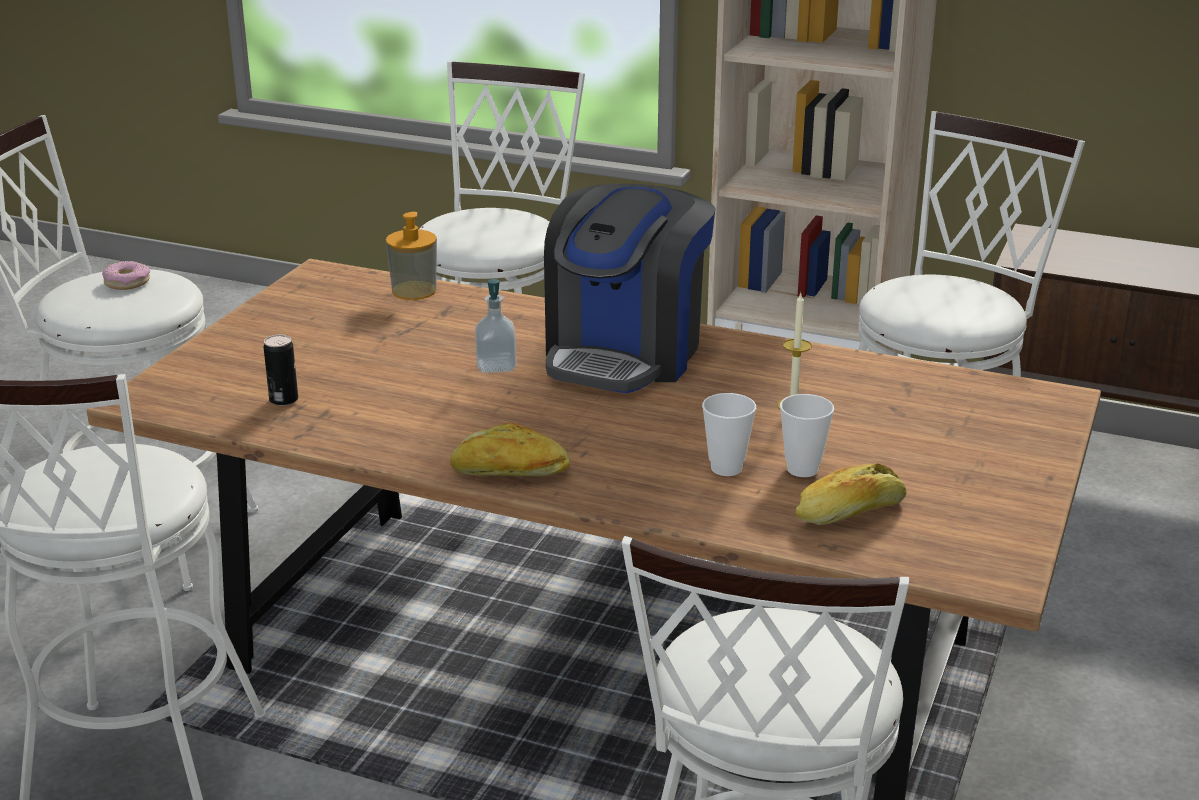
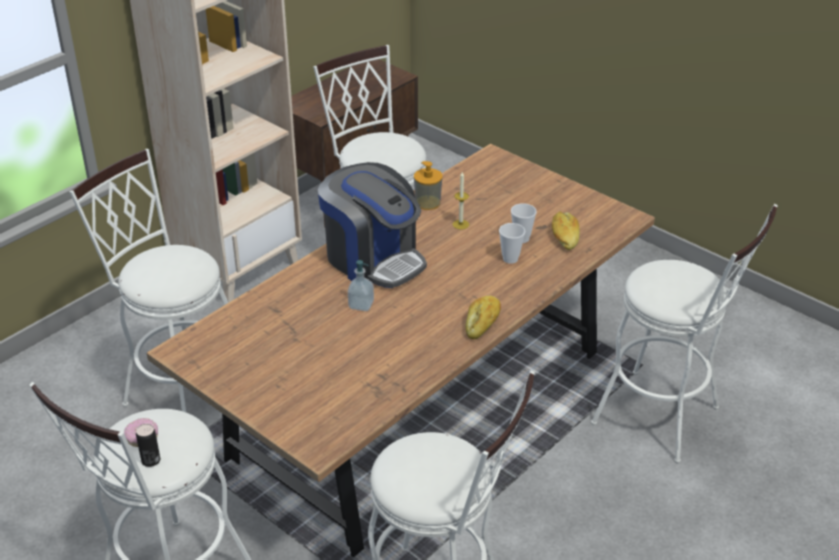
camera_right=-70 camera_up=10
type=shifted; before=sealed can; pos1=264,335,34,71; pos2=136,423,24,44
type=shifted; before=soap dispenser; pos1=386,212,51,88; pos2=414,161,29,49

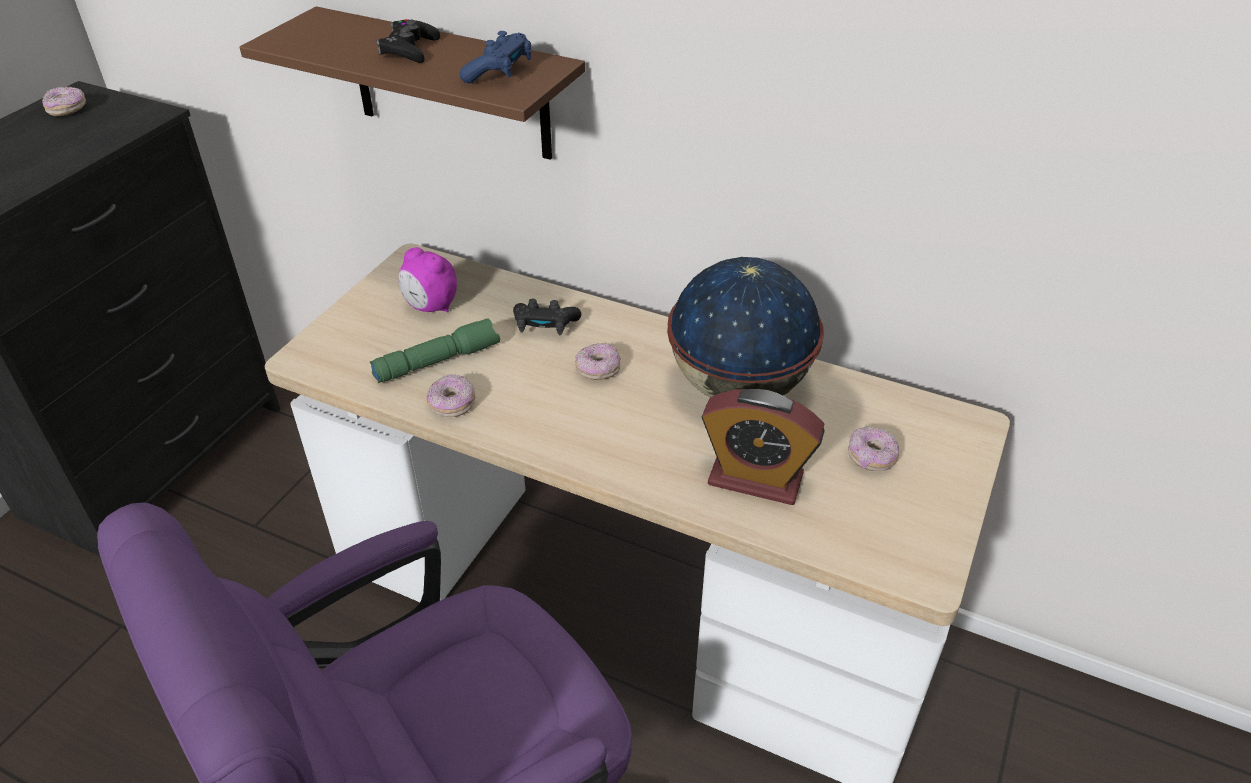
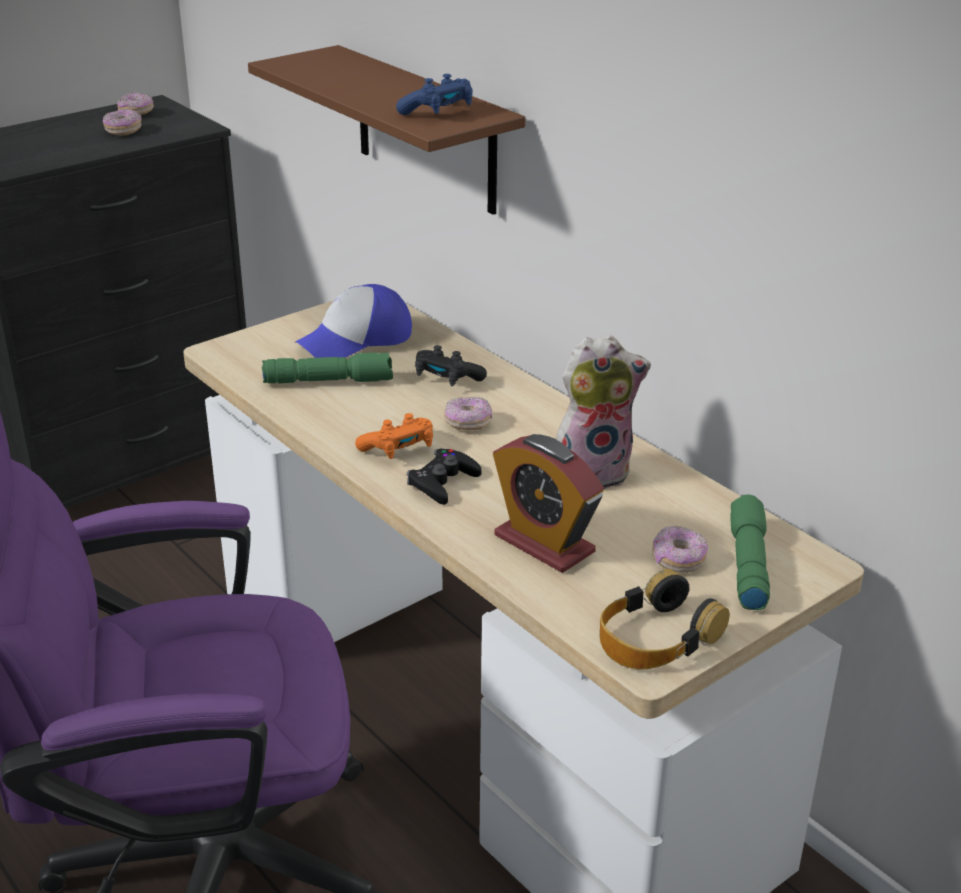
camera_right=25 camera_up=-10
type=shifted; before=doughnut; pos1=427,374,48,43; pos2=103,109,38,27
type=swapped; before=alarm clock; after=cap; pos1=399,247,58,66; pos2=295,284,117,74
type=new; after=orange-coloured game controller; pos2=355,413,78,46
type=shifted; before=black game controller; pos1=376,19,64,44; pos2=407,448,75,57
type=swapped; before=desk globe; after=plush toy; pos1=667,257,157,140; pos2=556,336,95,153
type=new; after=pair of headphones; pos2=600,569,130,101
type=new; after=green-coloured flashlight; pos2=730,495,40,115

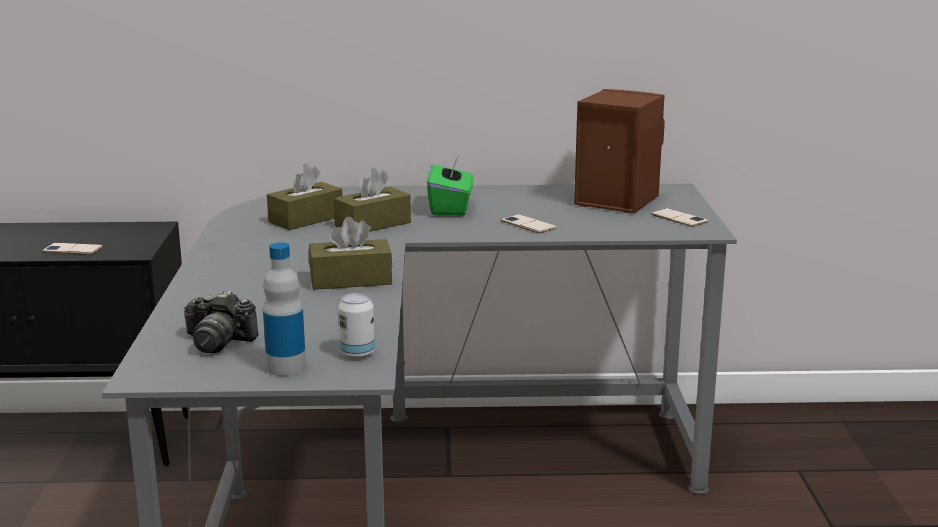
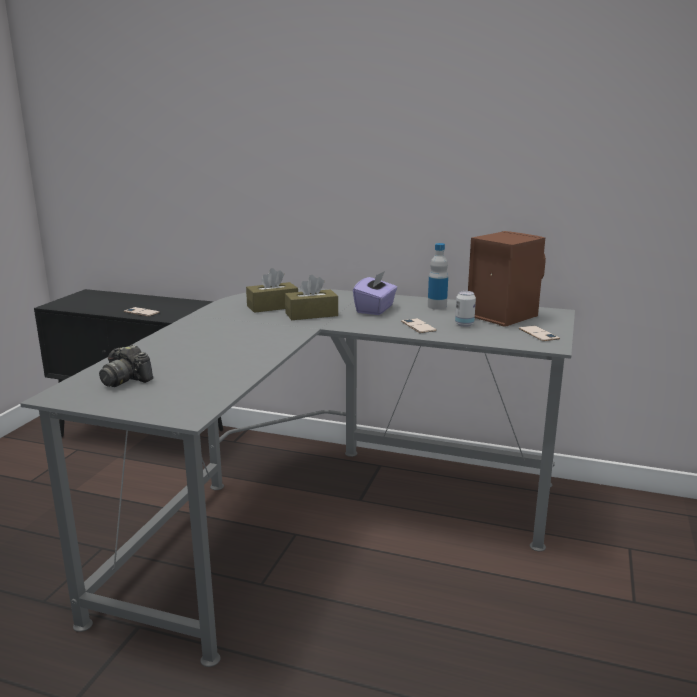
camera_right=20 camera_up=0
type=repainted; before=green-coloured tissue holder; after=purple tissue holder; pos1=427,155,46,61; pos2=353,271,44,44
type=shifted; before=bottle; pos1=263,242,43,134; pos2=428,243,20,67
type=shifted; before=sealed can; pos1=338,293,37,66; pos2=455,291,21,36
type=gone; before=brownish tissue holder; pos1=309,217,83,73

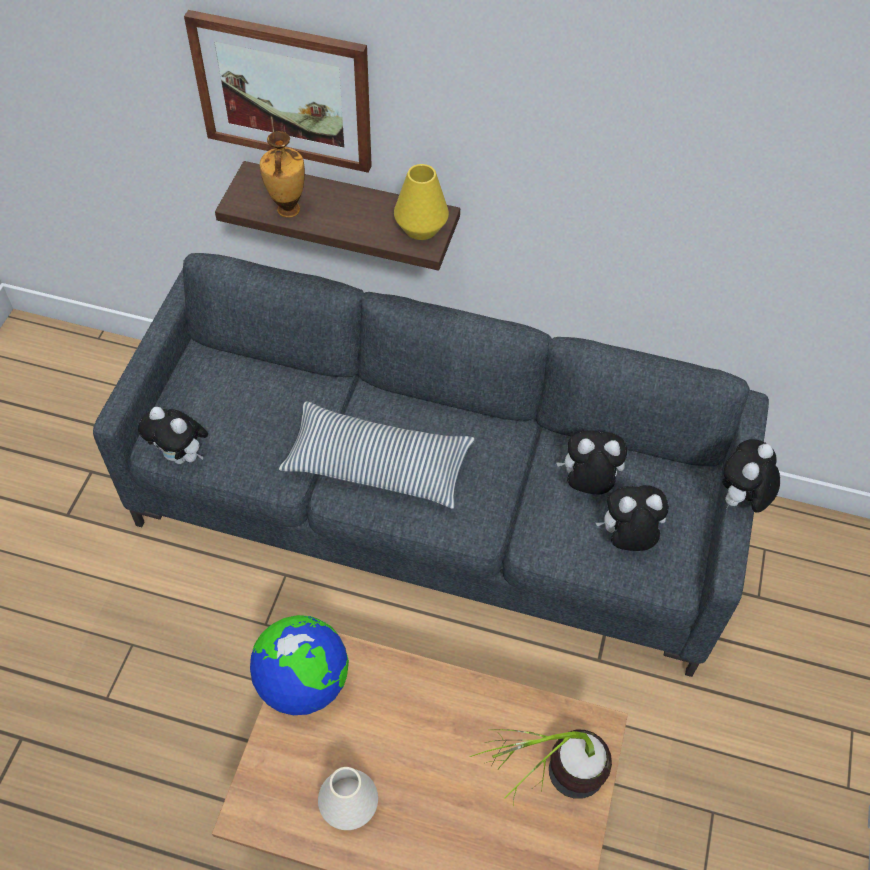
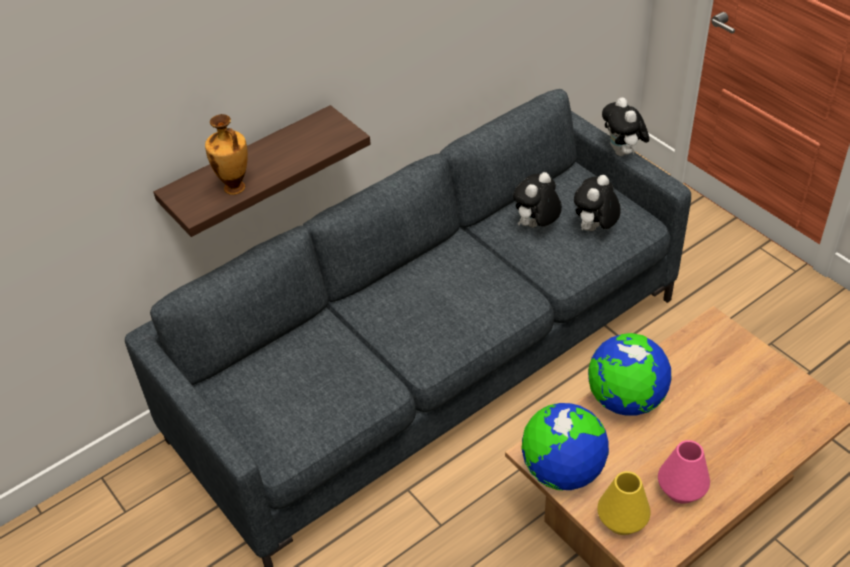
camera_right=-50 camera_up=-10
type=new; after=desk globe; pos2=588,333,84,83
type=shifted; before=yellow-coloured vase; pos1=394,164,55,76; pos2=597,471,54,64
type=repainted; before=whitish vase; after=pinkish vase; pos1=318,767,60,63; pos2=658,440,52,64
type=gone; before=plush toy; pos1=138,407,70,57
type=gone; before=wall art; pos1=184,10,188,163
type=gone; before=cushion; pos1=278,402,196,107
type=gone; before=houseplant; pos1=469,729,143,77

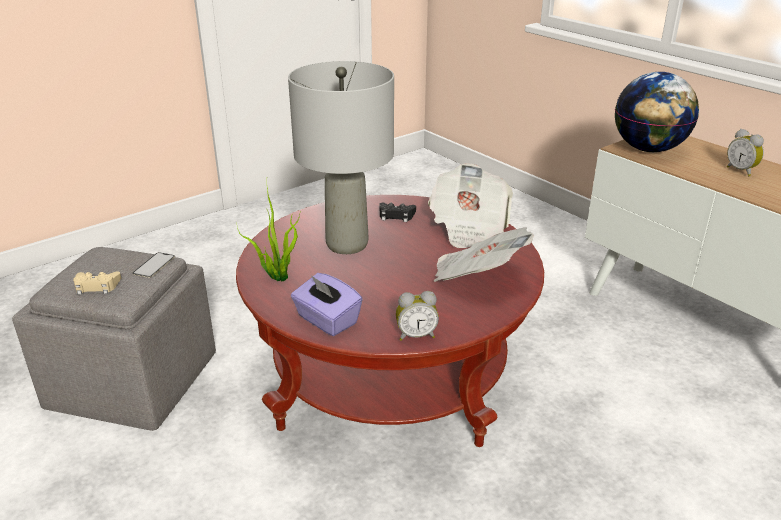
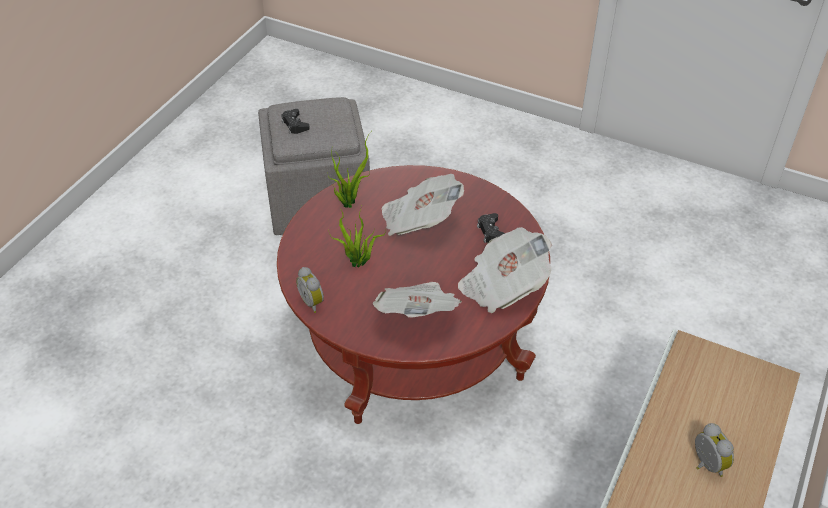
camera_right=65 camera_up=15
type=repainted; before=beige game controller; after=black game controller; pos1=73,271,48,24; pos2=281,109,29,25
type=new; after=houseplant; pos2=328,206,58,61
type=swapped; before=grey table lamp; after=daily paper; pos1=288,61,106,193; pos2=381,174,83,62
type=rotated; before=alarm clock; pos1=727,129,37,47; pos2=695,423,39,54; turn=120
type=gone; before=phone; pos1=133,252,42,26
type=gone; before=purple tissue holder; pos1=291,273,72,63
type=gone; before=desk globe; pos1=615,72,84,80

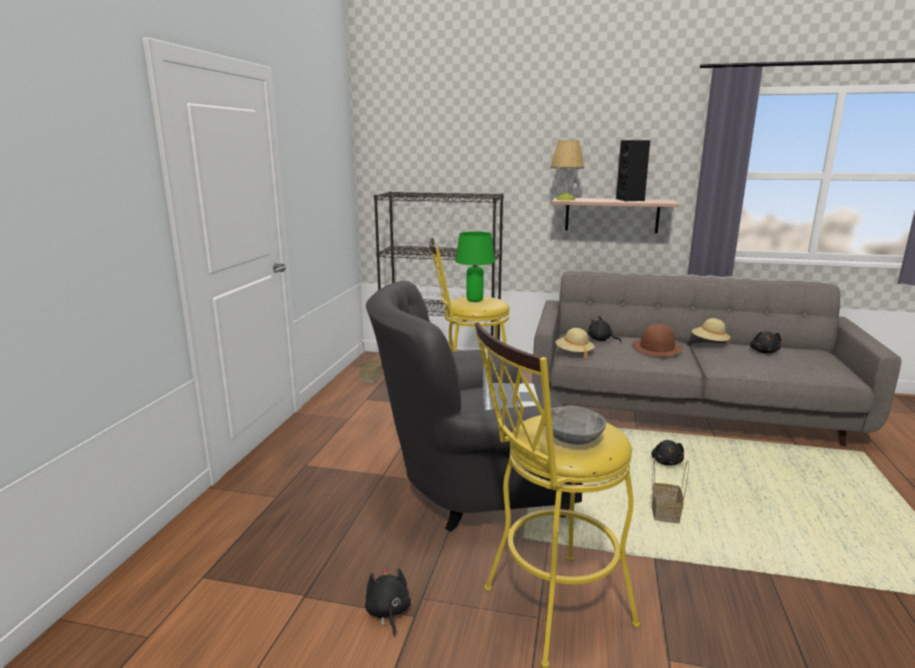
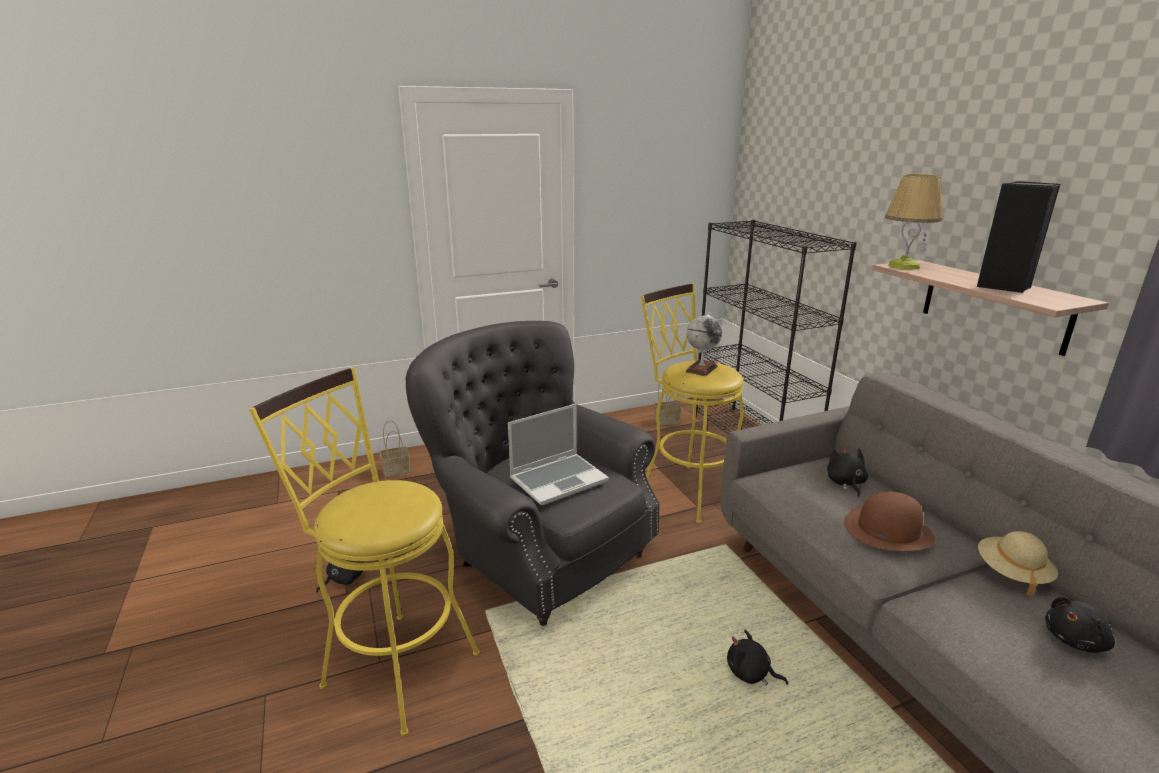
camera_right=55 camera_up=5
type=shifted; before=household basket; pos1=652,457,37,66; pos2=380,420,30,57
type=swapped; before=green-coloured table lamp; after=desk globe; pos1=455,231,40,71; pos2=686,312,36,64
type=rotated; before=black plush toy; pos1=651,440,33,26; pos2=727,630,61,55; turn=60
type=gone; before=grey serving bowl; pos1=551,406,55,39
type=gone; before=beige wearable hat; pos1=556,328,38,31

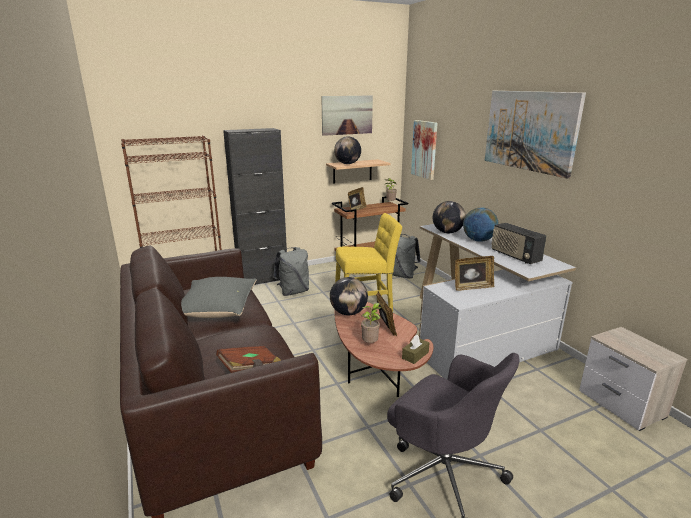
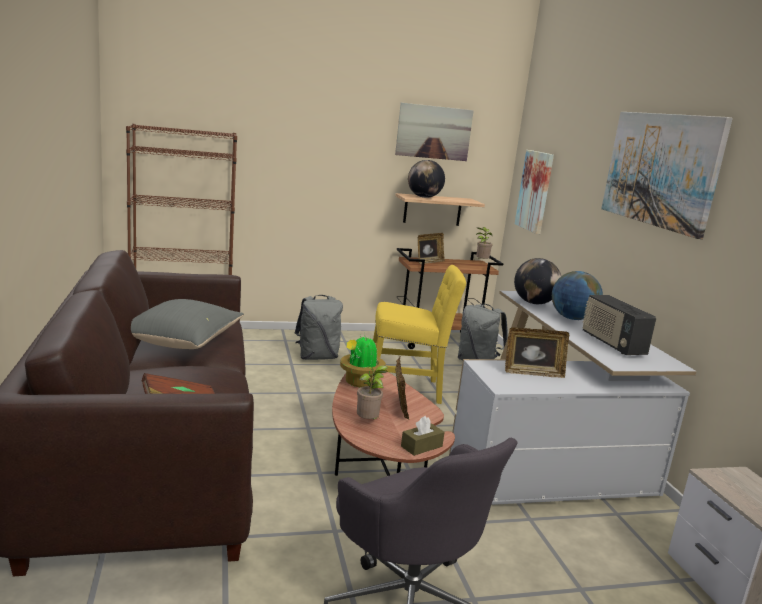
camera_right=10 camera_up=-5
type=swapped; before=desk globe; after=houseplant; pos1=330,277,38,38; pos2=340,333,46,54
type=gone; before=black storage cabinet; pos1=223,128,64,157

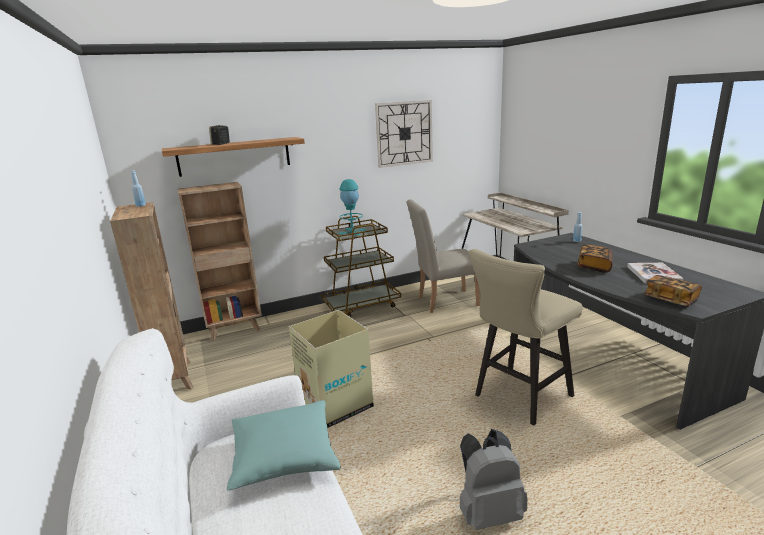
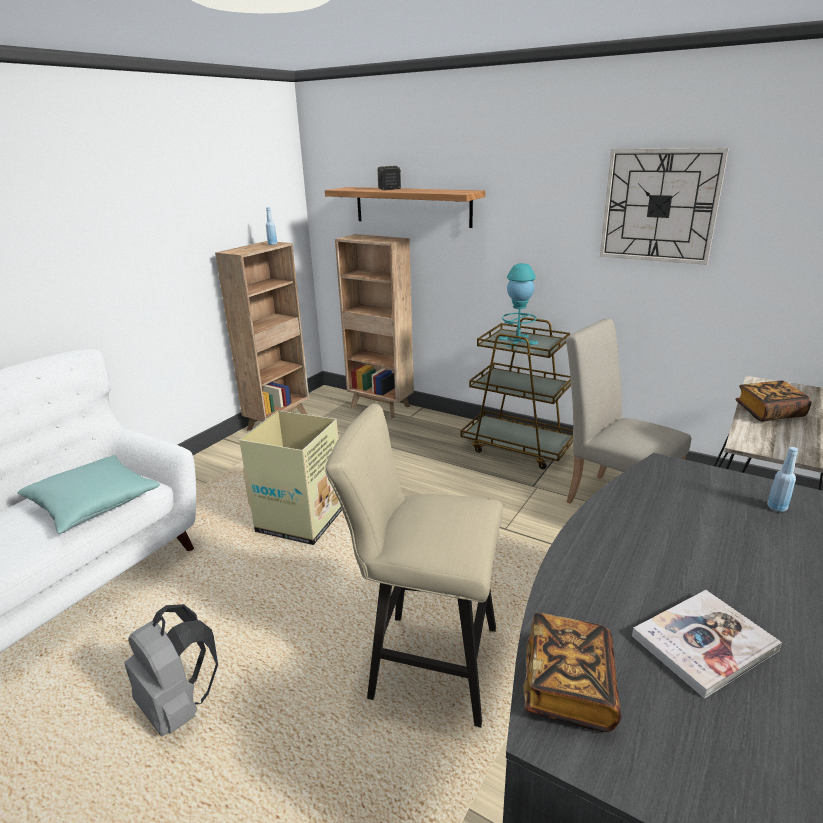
camera_right=55 camera_up=5
type=shifted; before=volume; pos1=578,244,34,29; pos2=735,381,76,41

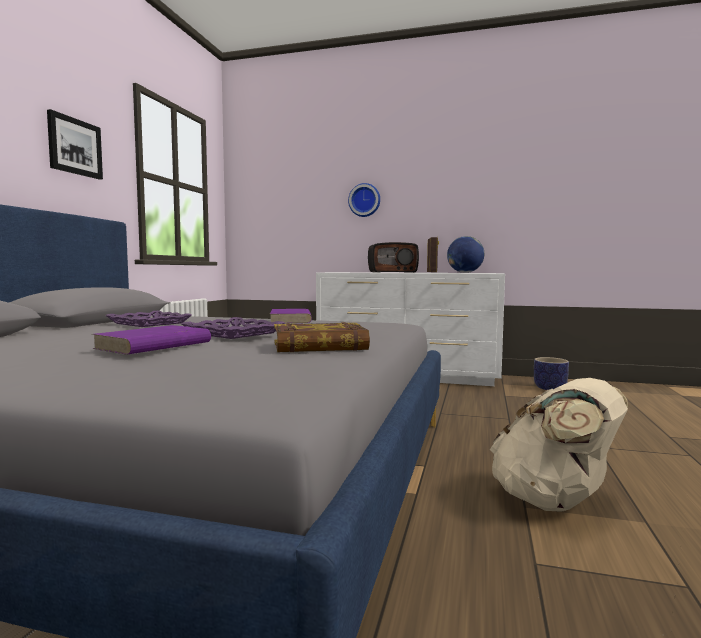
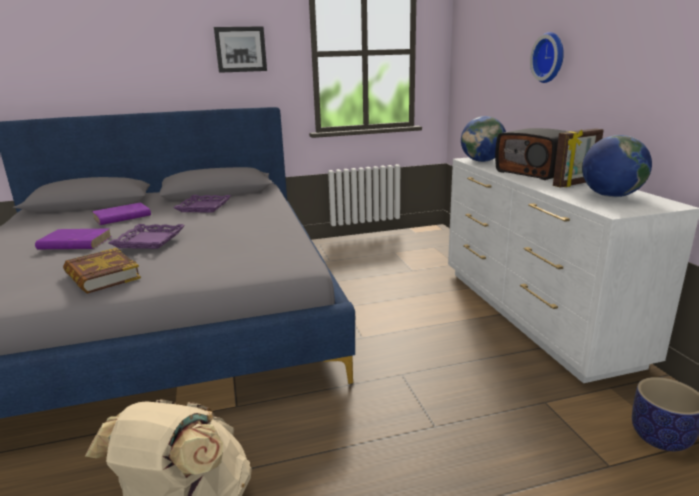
camera_right=60 camera_up=15
type=shifted; before=purple volume; pos1=270,309,42,14; pos2=92,202,59,23
type=new; after=desk globe; pos2=461,116,45,46

